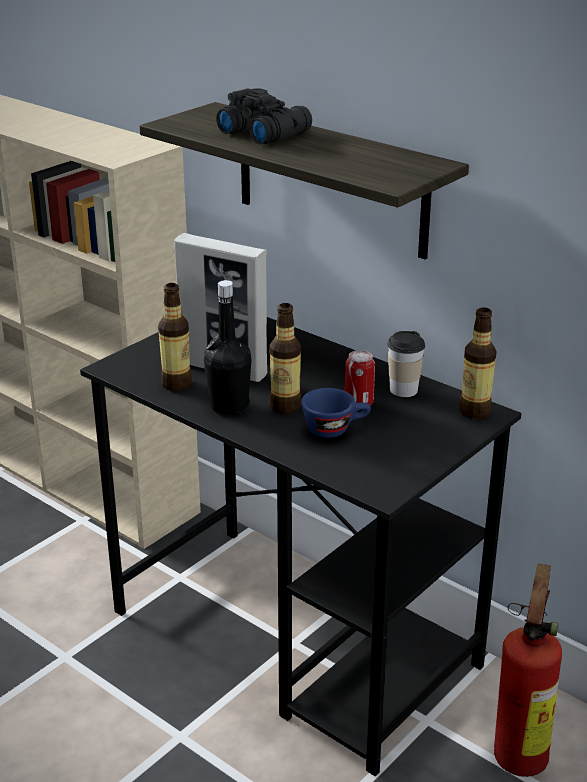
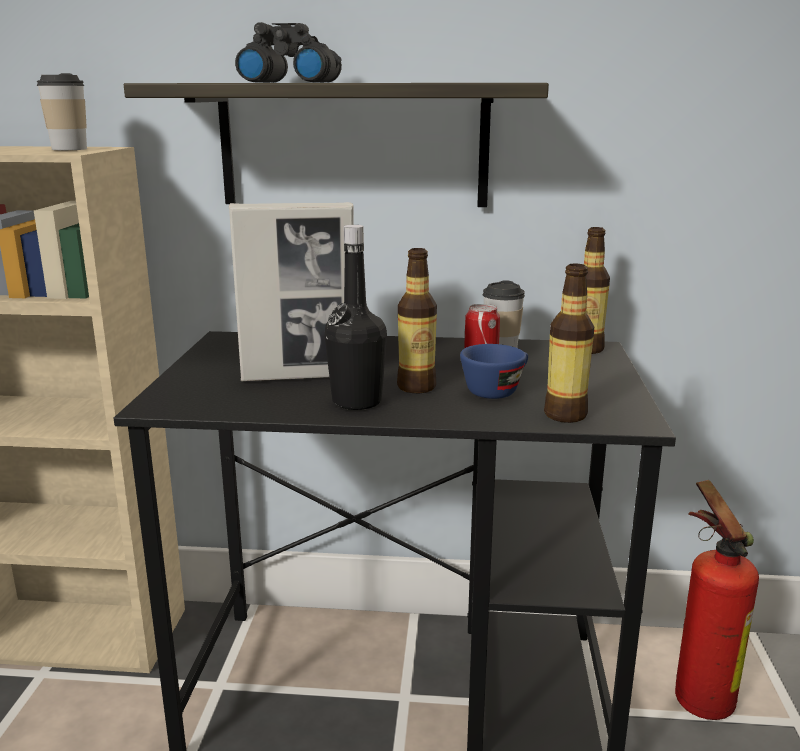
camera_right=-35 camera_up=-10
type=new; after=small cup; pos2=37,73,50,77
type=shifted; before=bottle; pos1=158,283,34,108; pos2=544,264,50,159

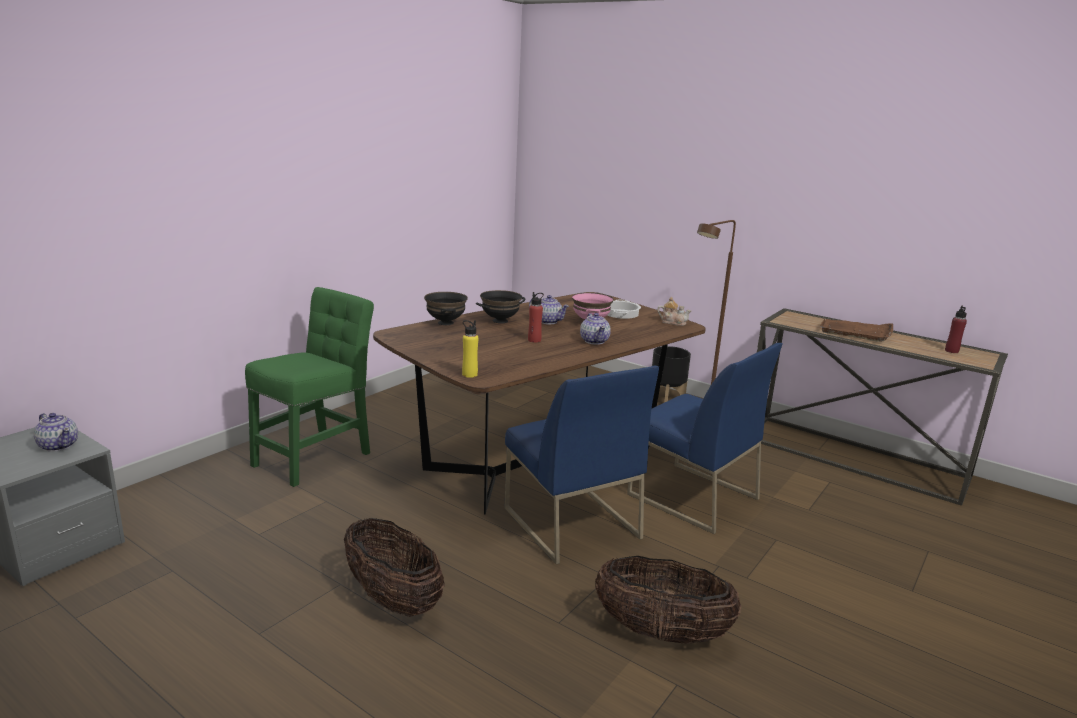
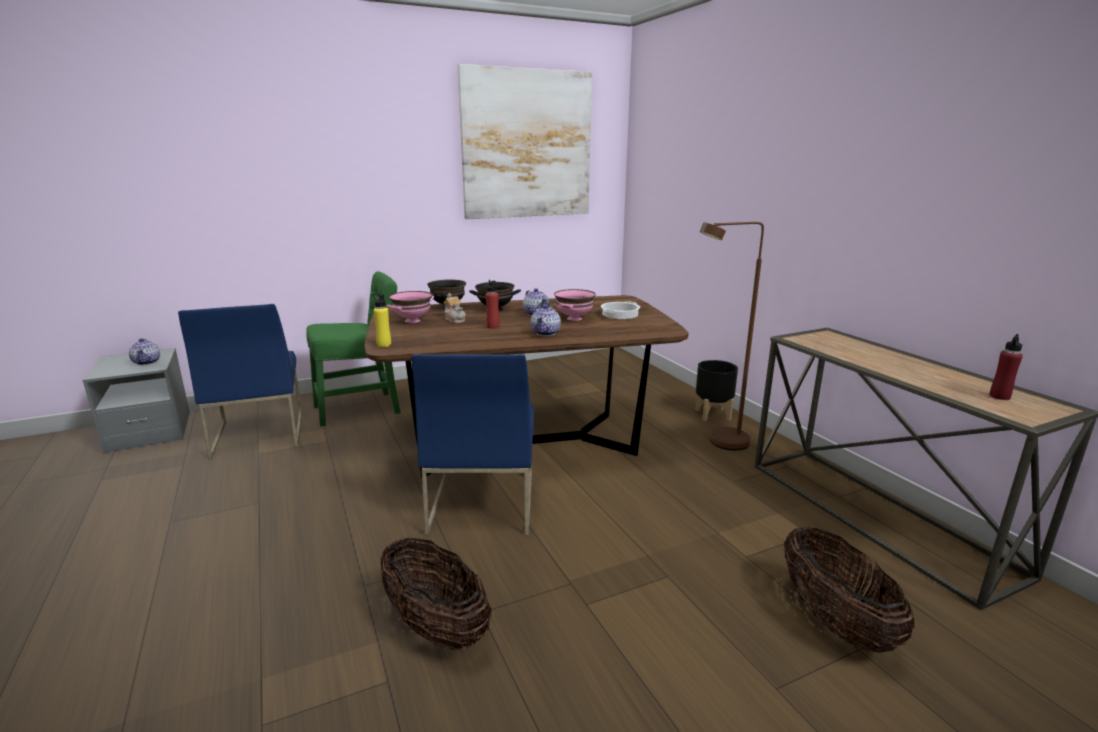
camera_right=30 camera_up=0
type=shifted; before=blue upright chair; pos1=627,343,156,191; pos2=178,304,124,155
type=new; after=pinkish serving bowl; pos2=387,291,47,32
type=shifted; before=pot for tea; pos1=657,297,34,29; pos2=444,293,22,30
type=new; after=wall art; pos2=457,64,135,155
type=shifted; before=household basket; pos1=344,517,101,100; pos2=784,526,131,127
type=gone; before=brownish carrying tray; pos1=820,319,73,23

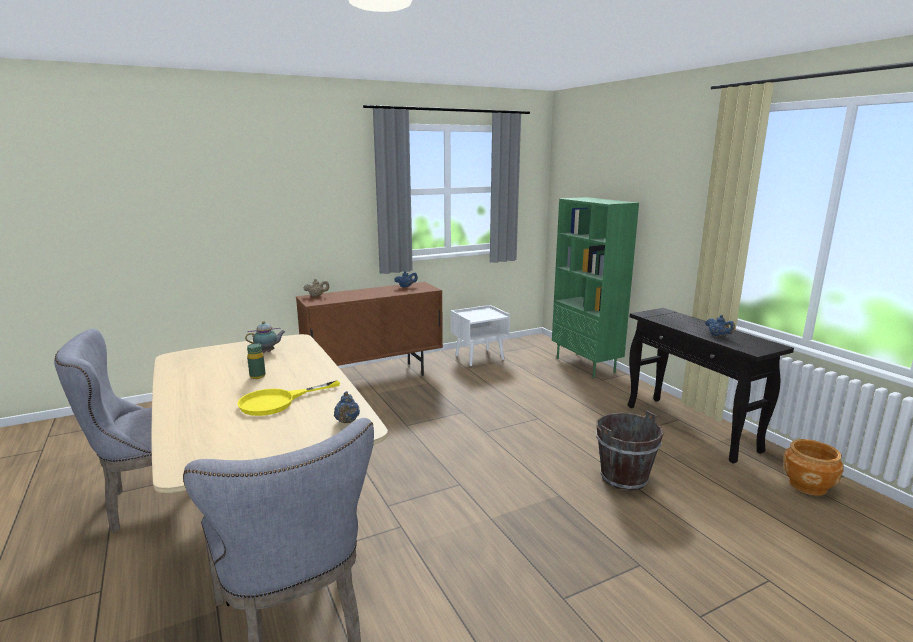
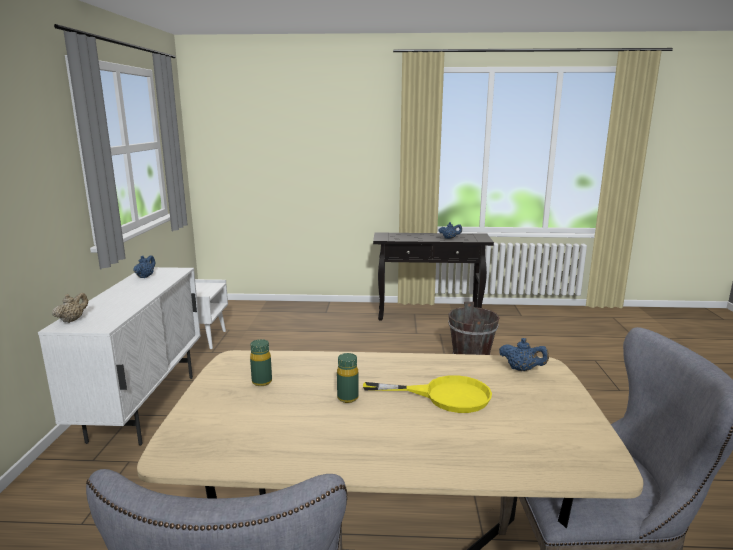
camera_right=-60 camera_up=0
type=repainted; before=brownish storage cabinet; after=whitish storage cabinet; pos1=296,282,147,94; pos2=38,267,163,179
type=swapped; before=pot for tea; after=green-coloured bottle; pos1=245,321,41,32; pos2=250,339,22,47
type=rotated; before=yellow-coloured skillet; pos1=237,380,103,36; pos2=363,375,129,38; turn=-75
type=gone; before=green-coloured shelving unit; pos1=552,197,87,181
type=gone; before=brownish planter; pos1=784,439,60,57

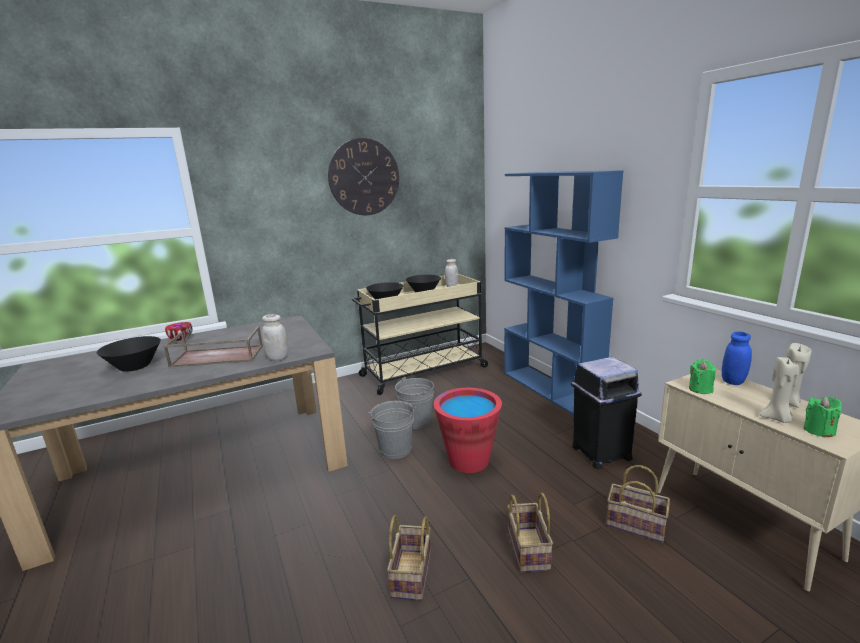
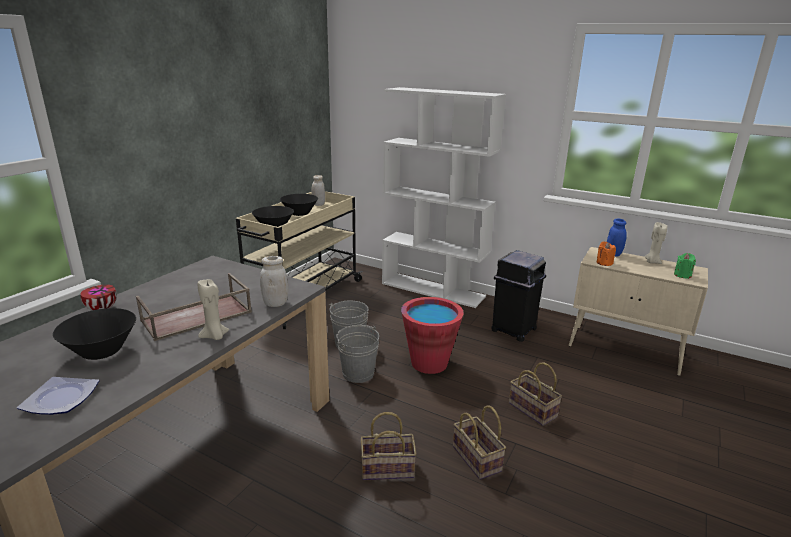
camera_right=-35 camera_up=5
type=new; after=plate; pos2=17,377,82,38
type=shifted; before=beige wax candle; pos1=760,357,39,66; pos2=198,279,31,61
type=shifted; before=household basket; pos1=606,465,64,78; pos2=361,412,55,68
type=repainted; before=blue shelving unit; after=whitish shelving unit; pos1=504,170,120,246; pos2=382,87,124,221
type=repainted; before=green-coloured wax candle; after=orange-coloured wax candle; pos1=689,359,27,35; pos2=597,241,19,25
type=gone; before=wall clock; pos1=328,138,71,77

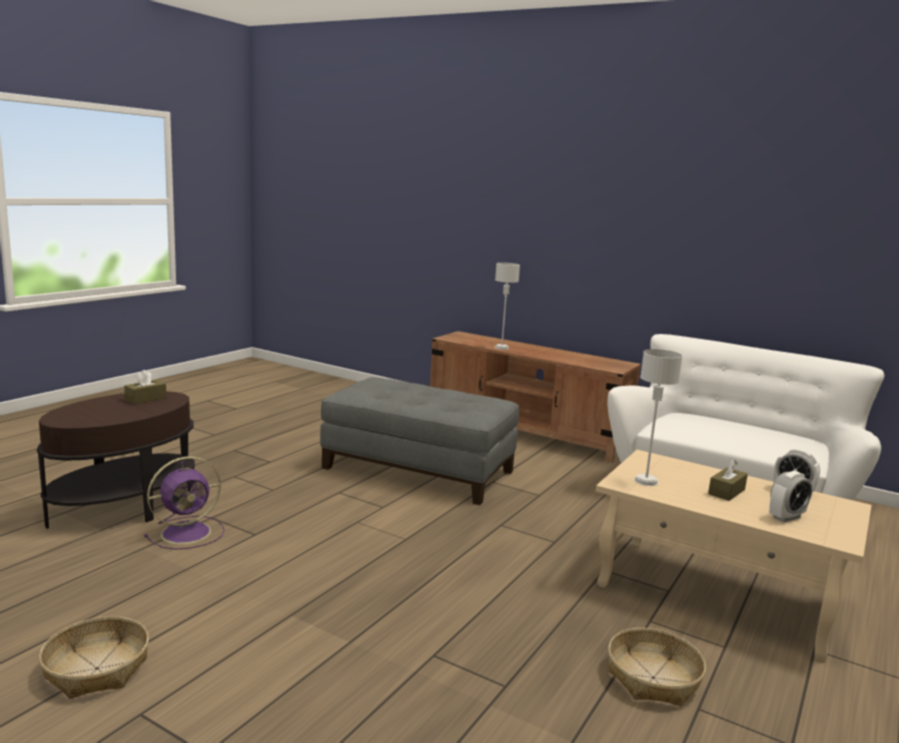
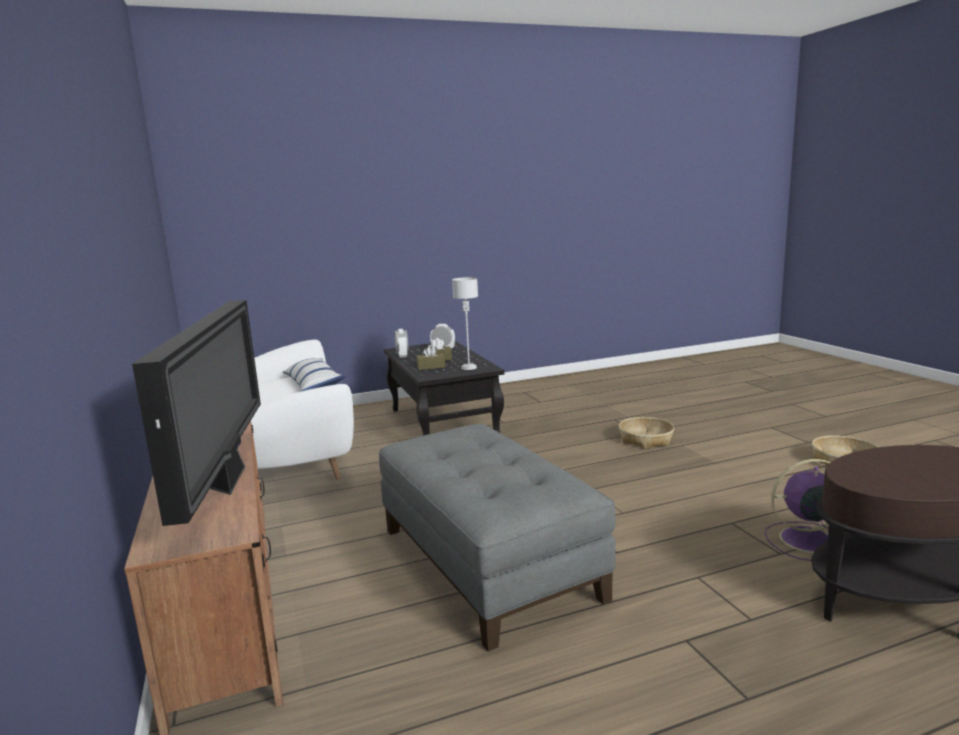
camera_right=-140 camera_up=0
type=swapped; before=grey table lamp; after=television; pos1=494,263,26,87; pos2=132,300,129,226
type=new; after=cushion; pos2=283,358,63,33
type=repainted; before=beige coffee table; after=black coffee table; pos1=596,450,276,212; pos2=384,341,120,95
type=shifted; before=brownish tissue holder; pos1=124,370,43,34; pos2=417,345,28,25
type=shifted; before=household basket; pos1=608,628,98,78; pos2=619,417,56,32

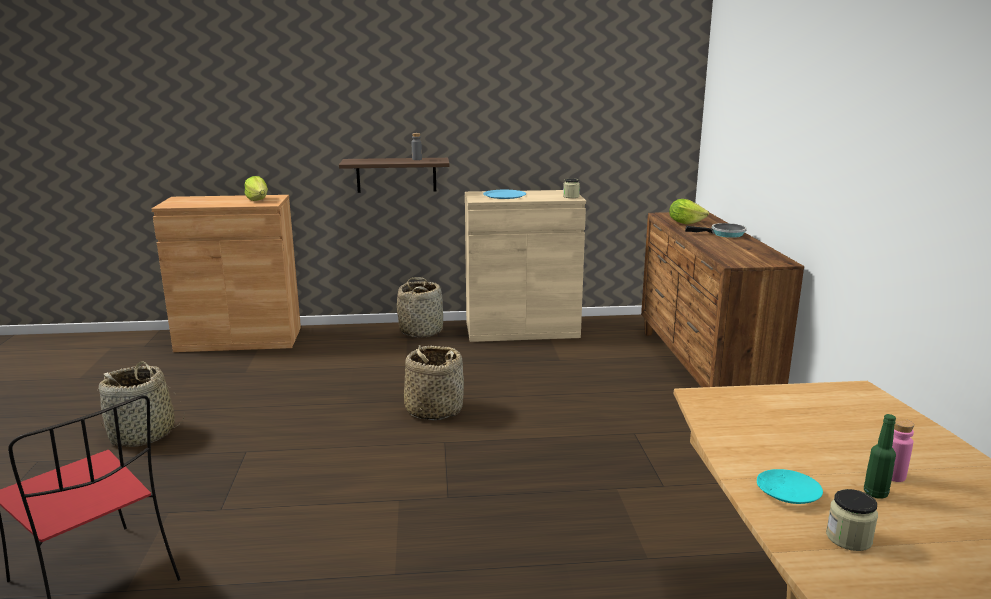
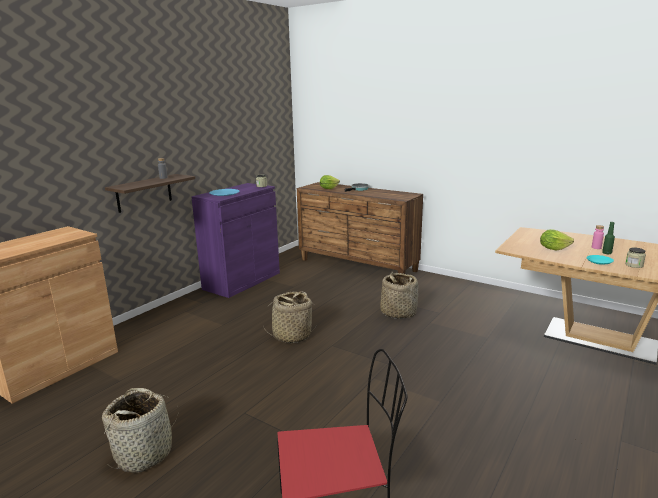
camera_right=-50 camera_up=0
type=repainted; before=beige storage cabinet; after=purple storage cabinet; pos1=465,190,121,152; pos2=191,183,89,115
type=shifted; before=household basket; pos1=397,277,46,61; pos2=380,272,38,47
type=shifted; before=lettuce head; pos1=244,176,24,25; pos2=540,229,34,22

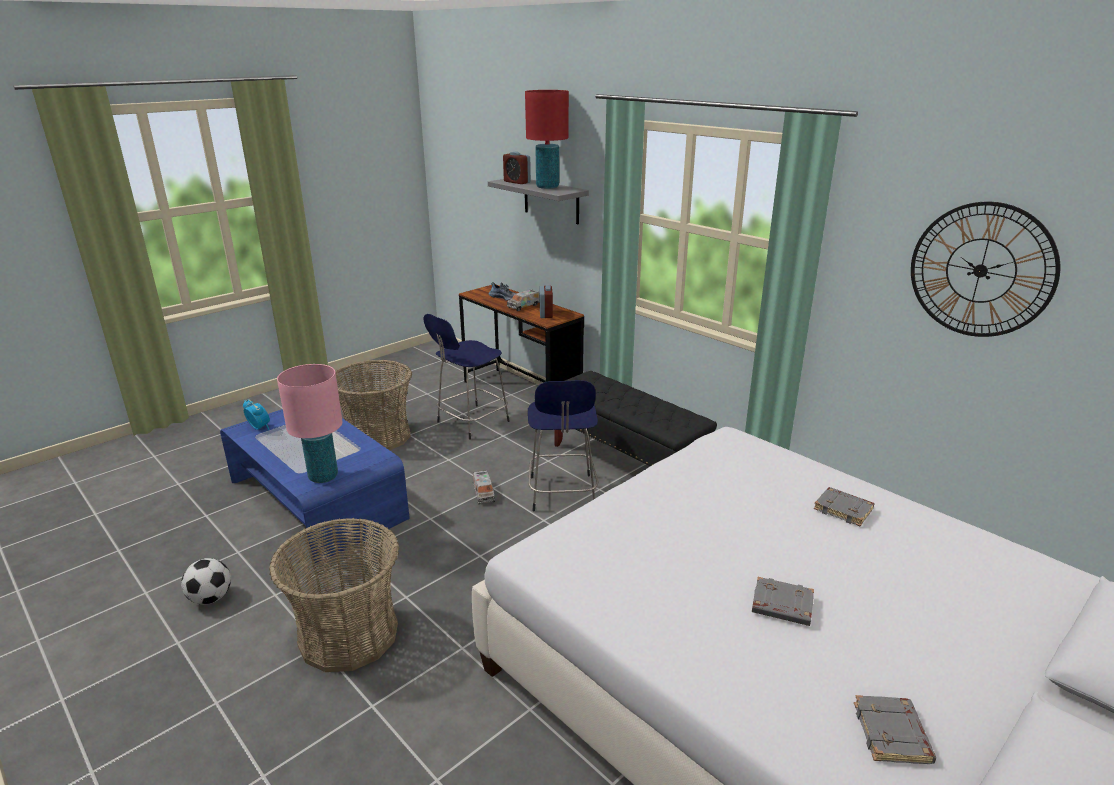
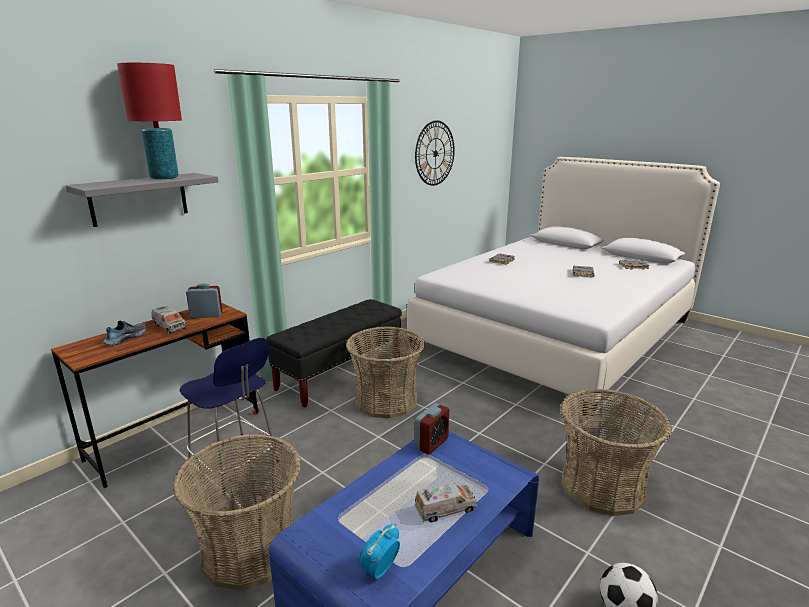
camera_right=-95 camera_up=-5
type=swapped; before=blue stool; after=household basket; pos1=528,380,70,131; pos2=346,327,79,91
type=shifted; before=toy truck; pos1=473,471,22,33; pos2=414,482,63,40
type=shifted; before=alarm clock; pos1=503,151,28,33; pos2=415,403,34,52
type=gone; before=pinkish table lamp; pos1=277,364,65,119

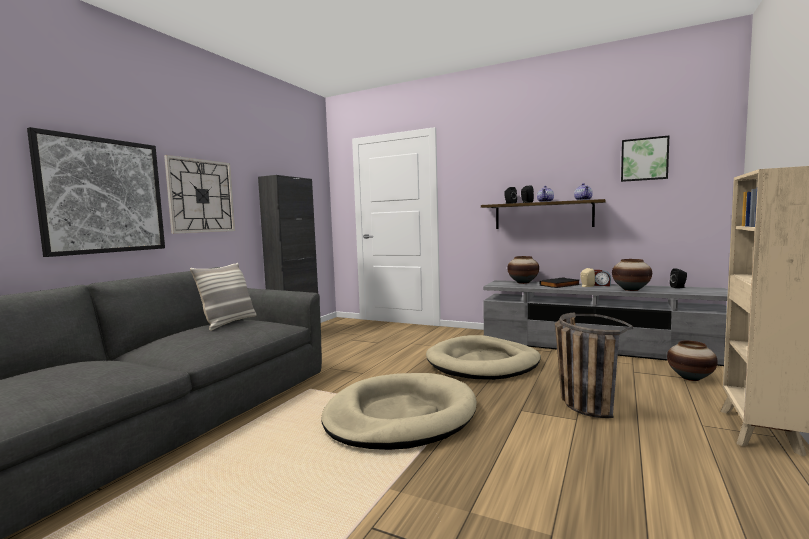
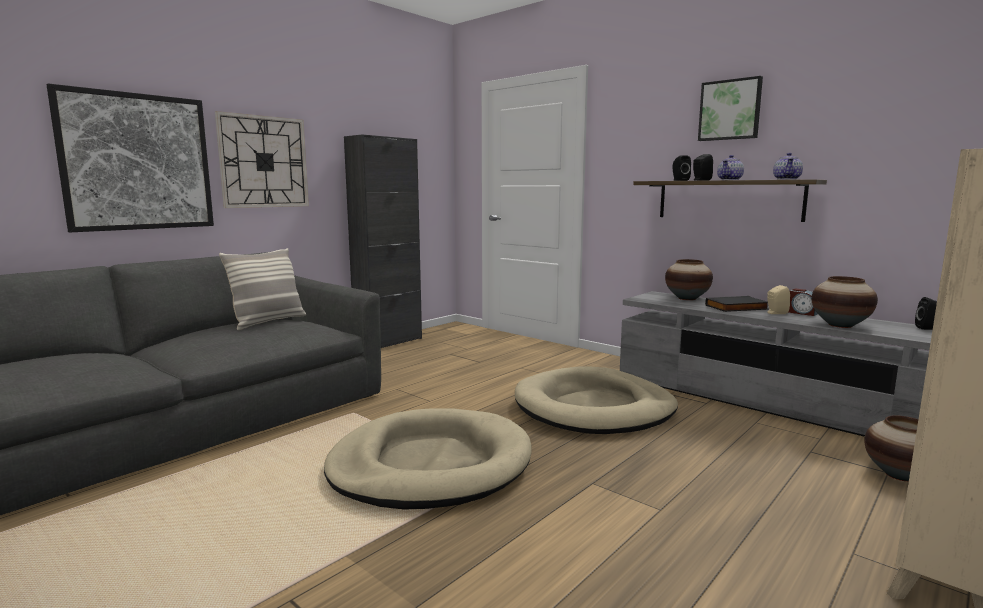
camera_right=15 camera_up=5
type=shifted; before=wall art; pos1=621,135,49,47; pos2=698,76,65,65
type=gone; before=household basket; pos1=555,312,78,106

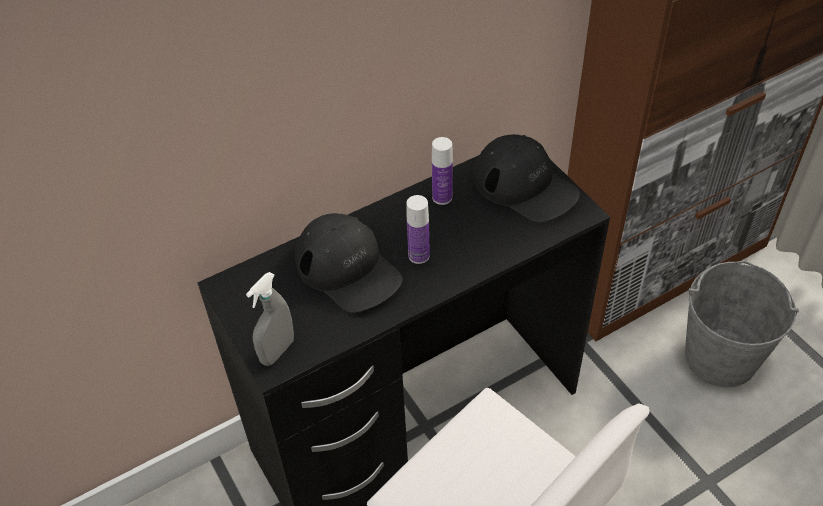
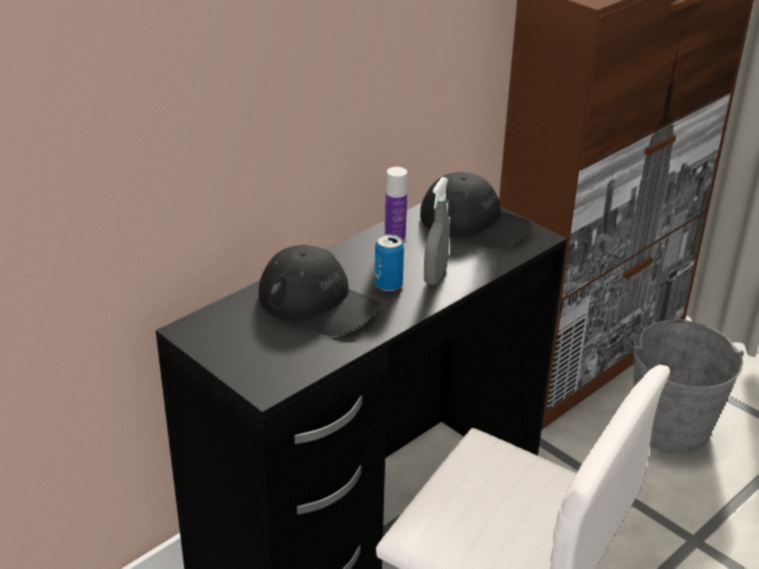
camera_right=-15 camera_up=-15
type=swapped; before=bottle; after=sealed can; pos1=406,195,24,69; pos2=375,234,29,57
type=shifted; before=grey spray bottle; pos1=246,272,48,94; pos2=424,177,26,108

